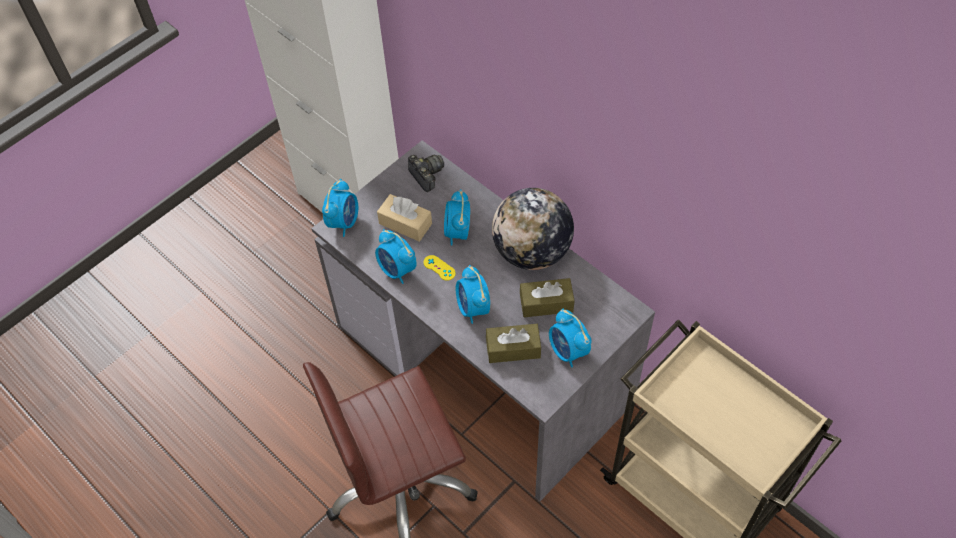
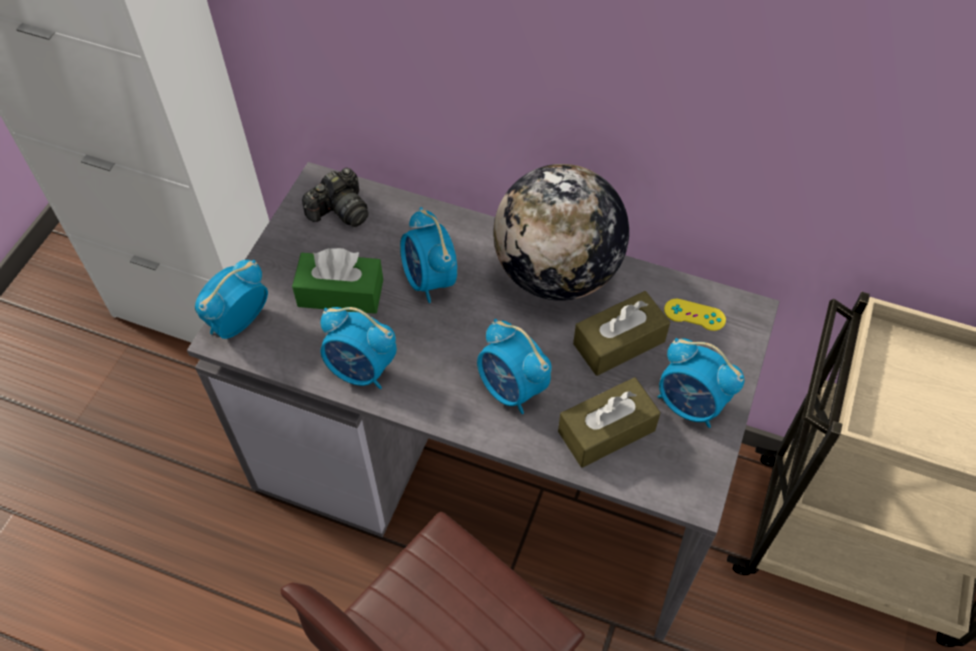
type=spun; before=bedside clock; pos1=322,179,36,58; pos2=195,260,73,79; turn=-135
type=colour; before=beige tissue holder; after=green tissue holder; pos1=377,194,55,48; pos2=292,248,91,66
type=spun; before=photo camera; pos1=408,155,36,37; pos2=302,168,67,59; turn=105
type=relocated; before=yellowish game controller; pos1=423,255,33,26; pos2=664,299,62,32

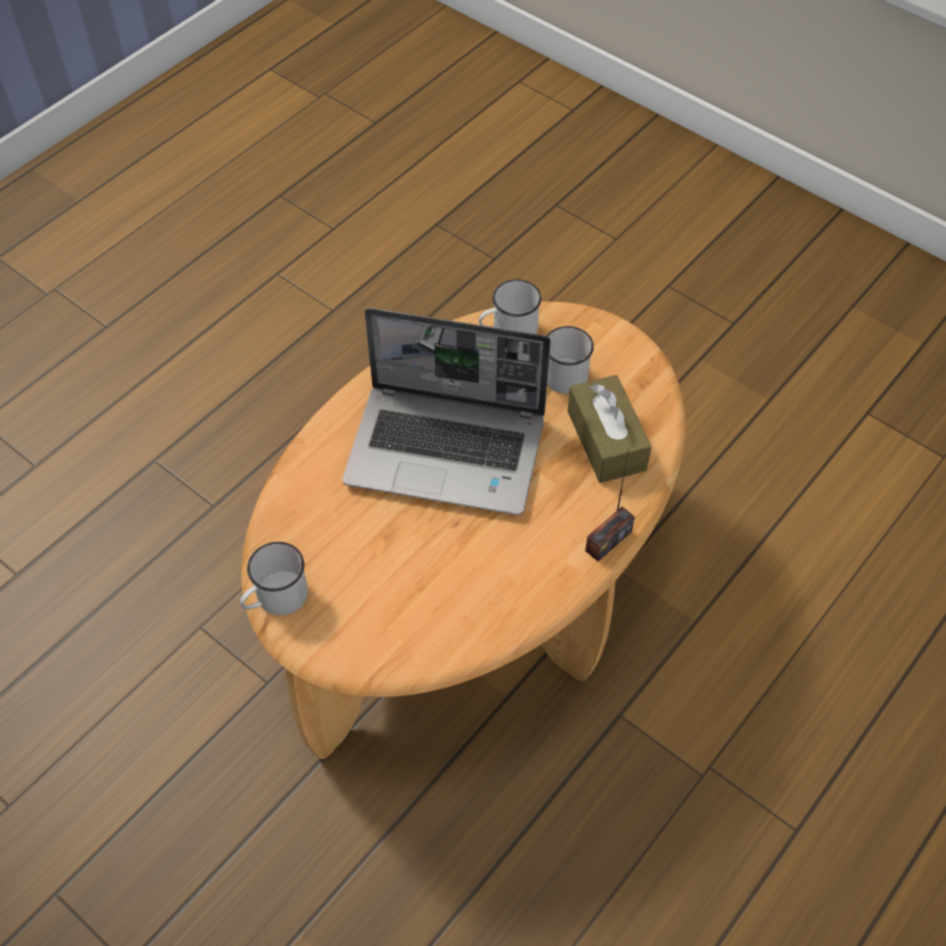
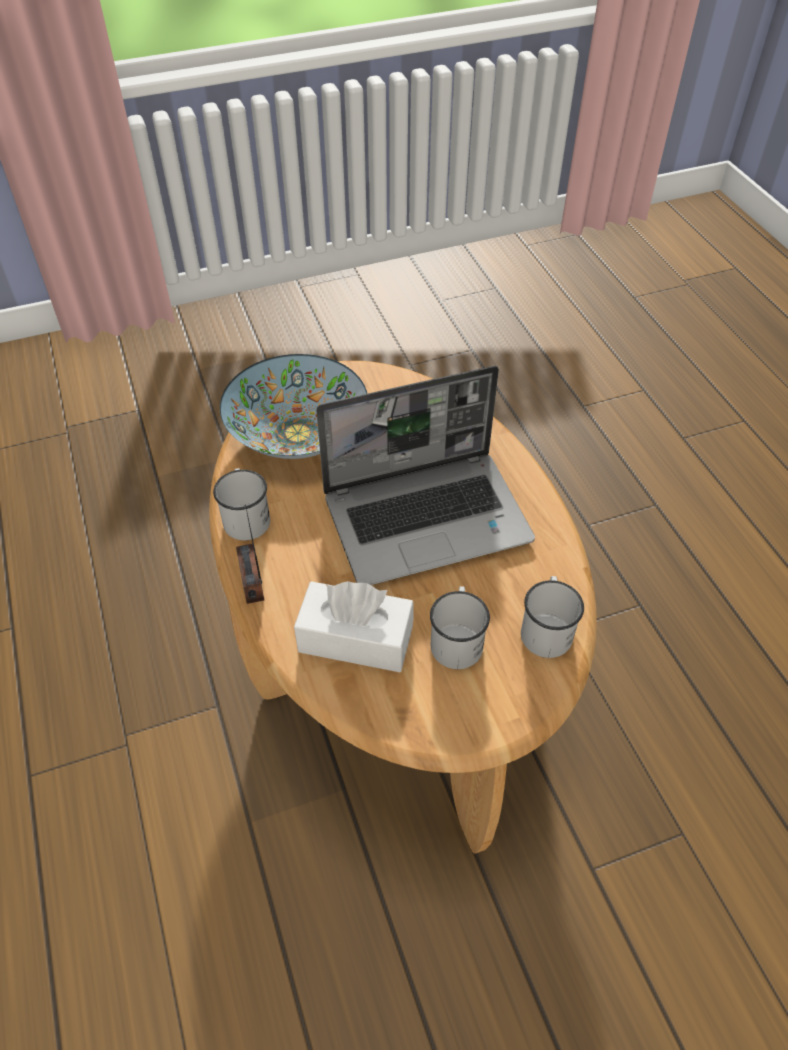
type=relocated; before=white-coloured tea mug; pos1=240,542,68,73; pos2=213,468,57,73
type=spun; before=portable computer; pos1=343,308,208,207; pos2=316,366,219,219; turn=-150
type=colour; before=brown tissue holder; after=white-coloured tissue holder; pos1=568,375,84,108; pos2=294,581,120,91
type=appeared; after=serving bowl; pos2=220,354,147,105

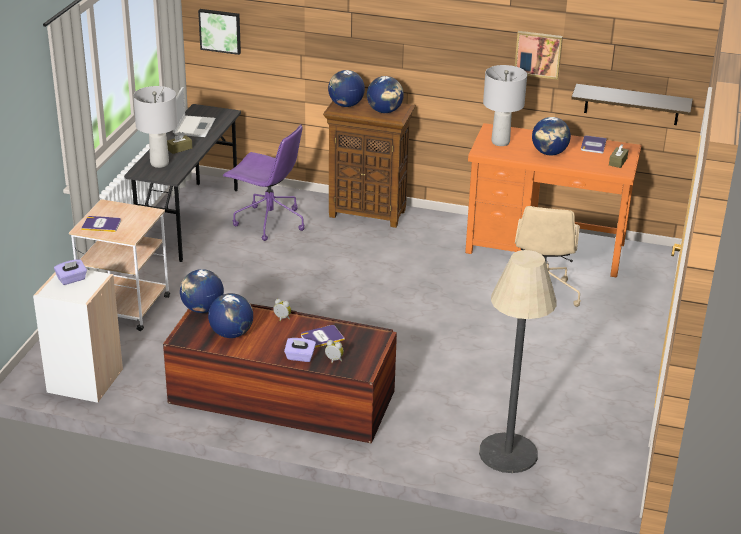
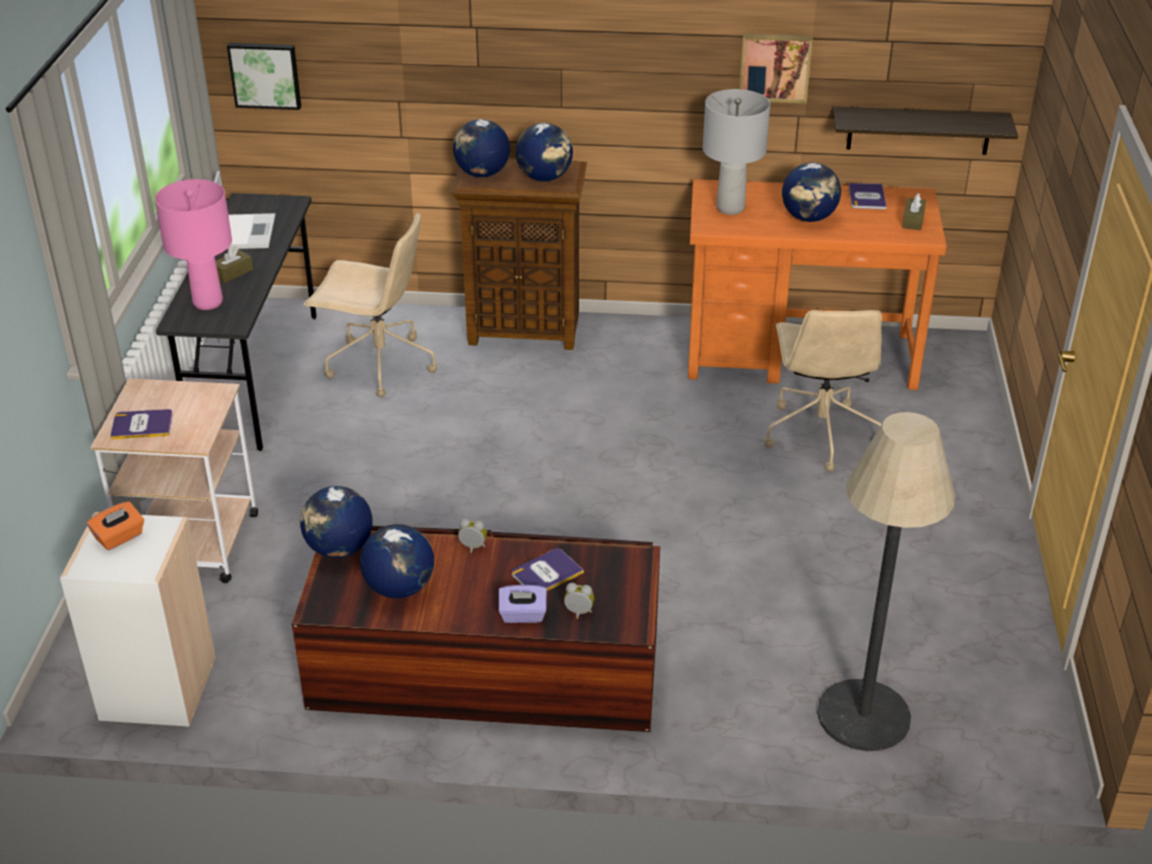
type=colour; before=purplish tissue holder; after=orange tissue holder; pos1=54,259,33,26; pos2=87,501,57,49
type=colour; before=greyish tabletop lamp; after=pinkish tabletop lamp; pos1=133,86,45,82; pos2=155,179,77,131
type=colour; before=purplish office chair; after=beige office chair; pos1=223,125,82,116; pos2=303,212,134,186

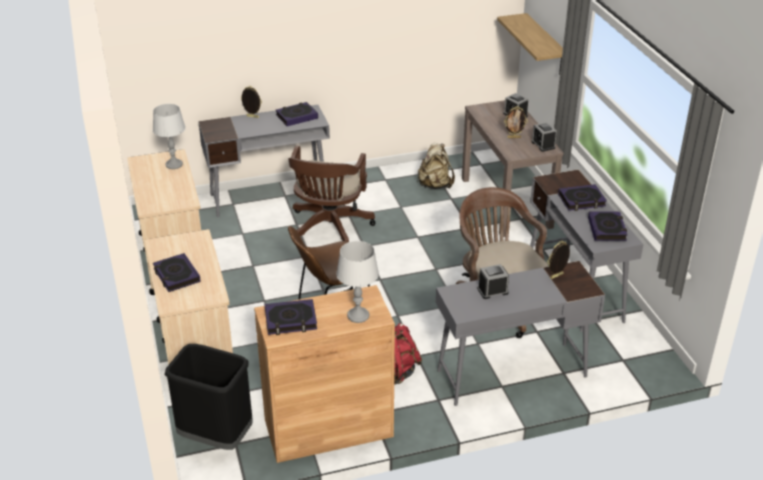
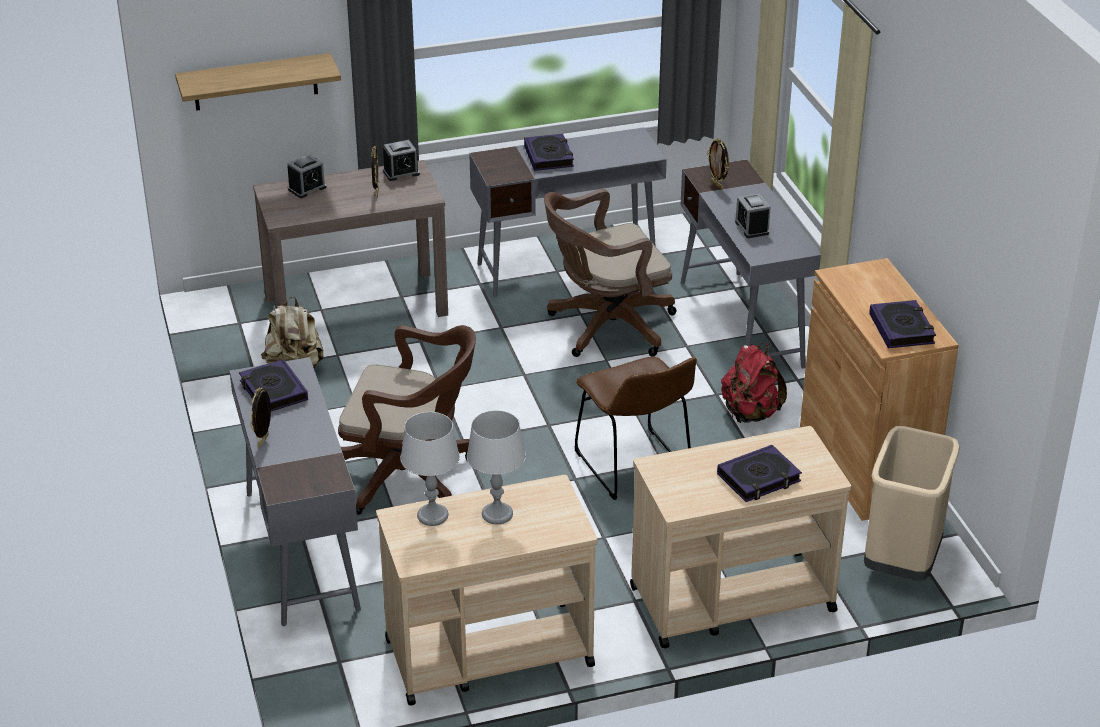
type=colour; before=black-coloured waste bin; after=beige waste bin; pos1=165,344,88,106; pos2=864,426,96,155
type=relocated; before=greyish tabletop lamp; pos1=336,241,43,82; pos2=467,410,59,114
type=missing; before=book; pos1=588,212,40,29

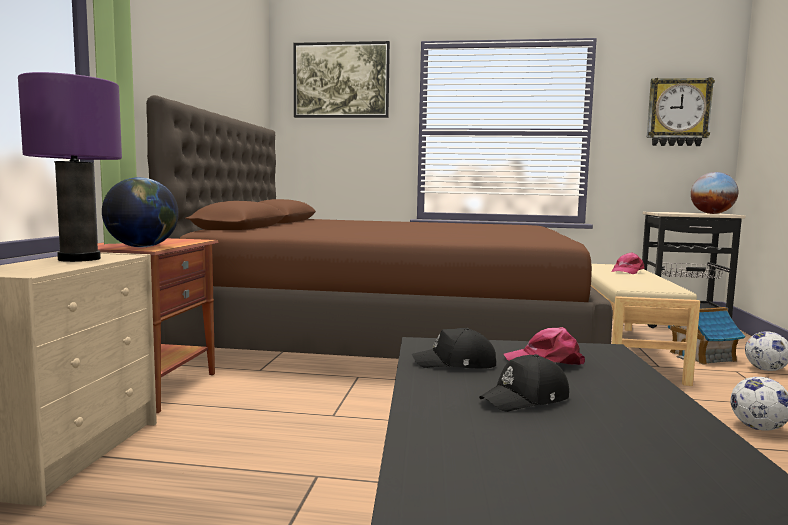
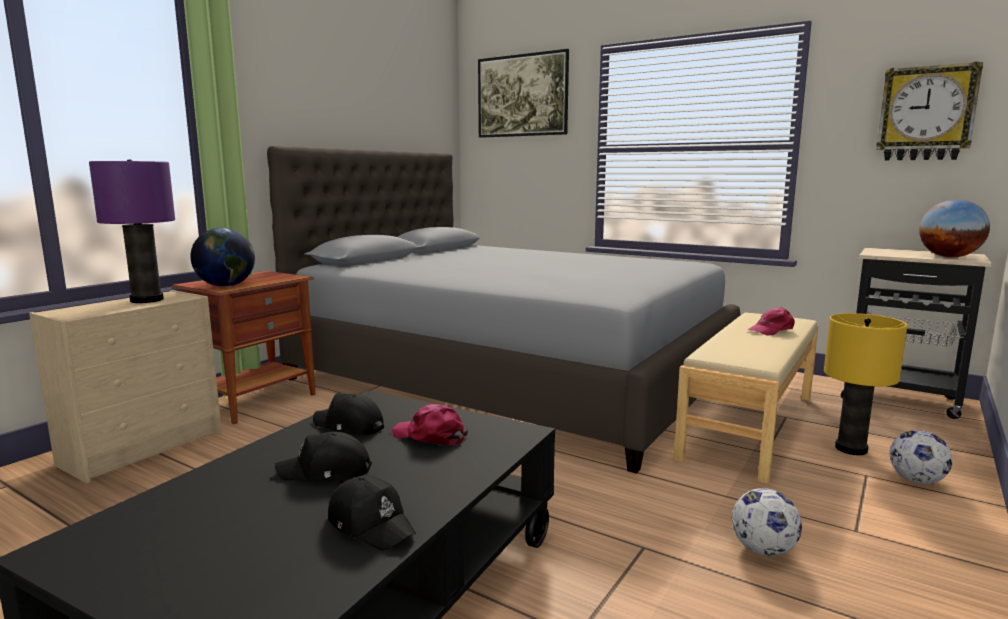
type=colour; before=brown bedroom bed; after=greyish bedroom bed; pos1=146,95,467,264; pos2=267,146,473,328
type=exchanged; before=model house; after=yellowish tabletop lamp; pos1=668,307,78,58; pos2=824,313,83,142
type=appeared; after=black-coloured cap; pos2=328,475,88,75

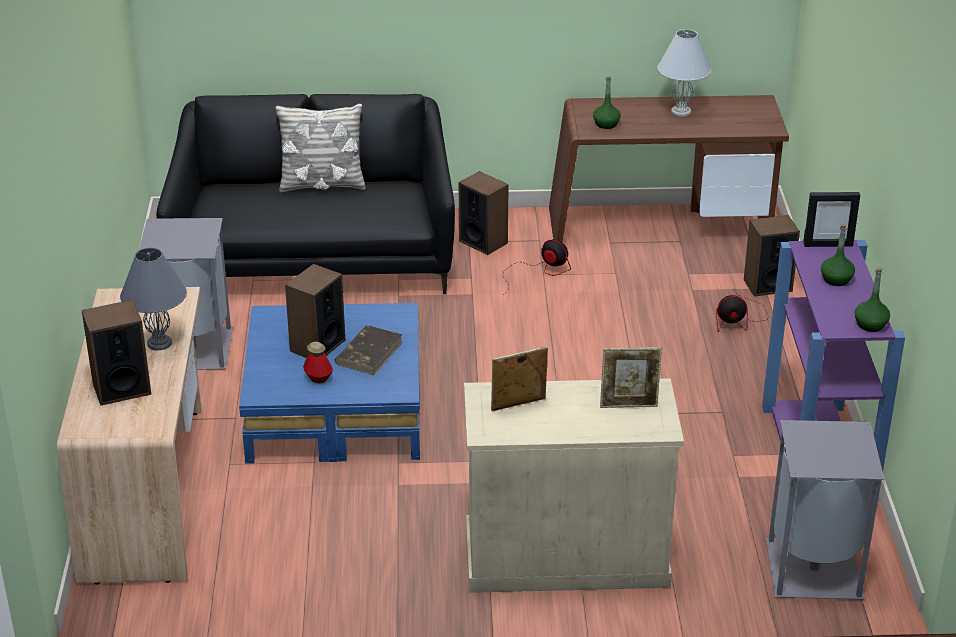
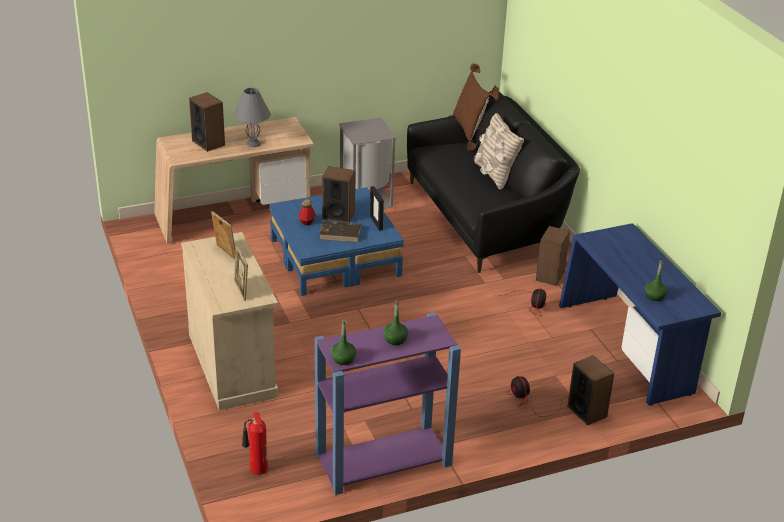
type=colour; before=brown desk unit; after=blue-coloured desk unit; pos1=549,95,240,147; pos2=559,223,162,183
type=relocated; before=green beverage bottle; pos1=593,76,28,53; pos2=645,261,23,40
type=missing; before=white-coloured tabletop lamp; pos1=658,29,53,88
type=exchanged; before=greyish waste bin; after=extinguisher; pos1=766,420,118,180; pos2=242,412,26,63
type=relocated; before=standing frame; pos1=803,192,57,55; pos2=370,186,14,45
type=appeared; after=brown cushion; pos2=448,63,51,89

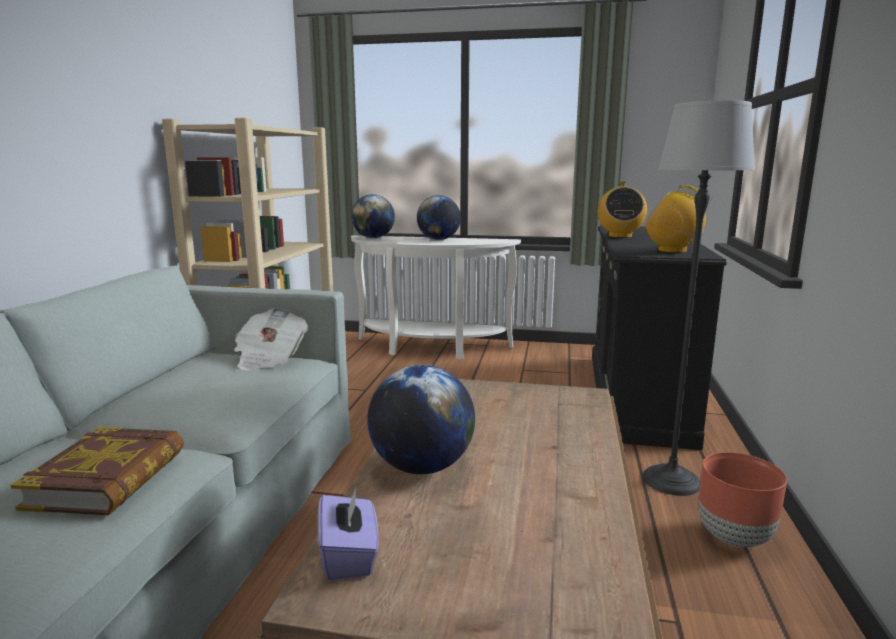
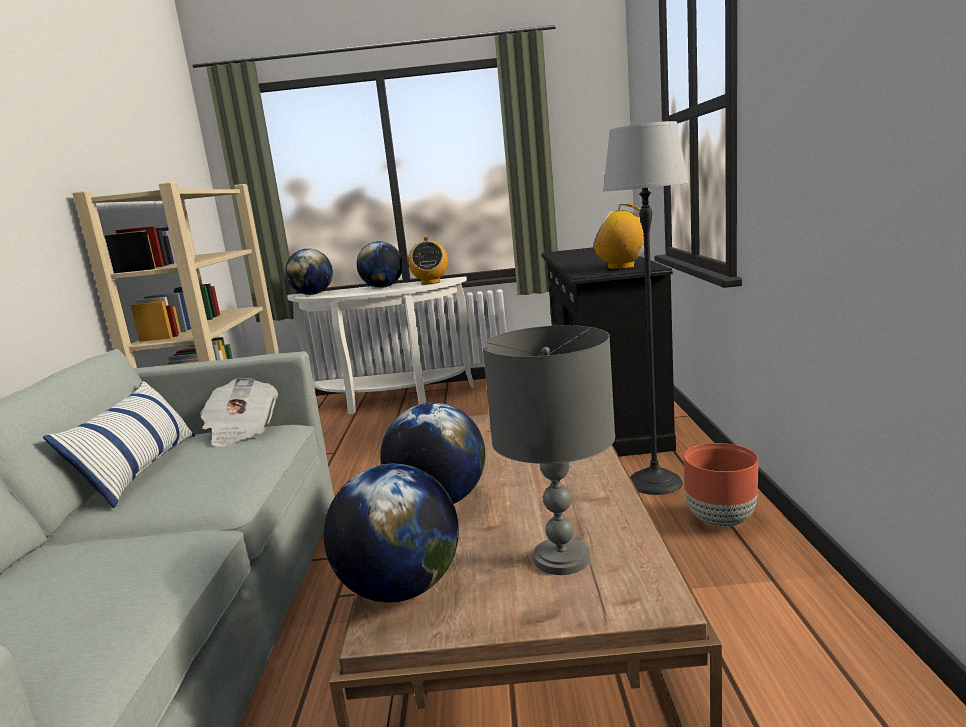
type=missing; before=book; pos1=11,427,173,88
type=exchanged; before=purplish tissue holder; after=globe; pos1=318,488,61,93; pos2=324,464,135,138
type=relocated; before=radio; pos1=598,181,49,57; pos2=408,236,40,48
type=appeared; after=cushion; pos2=43,380,152,128
type=appeared; after=greyish tabletop lamp; pos2=482,325,133,250

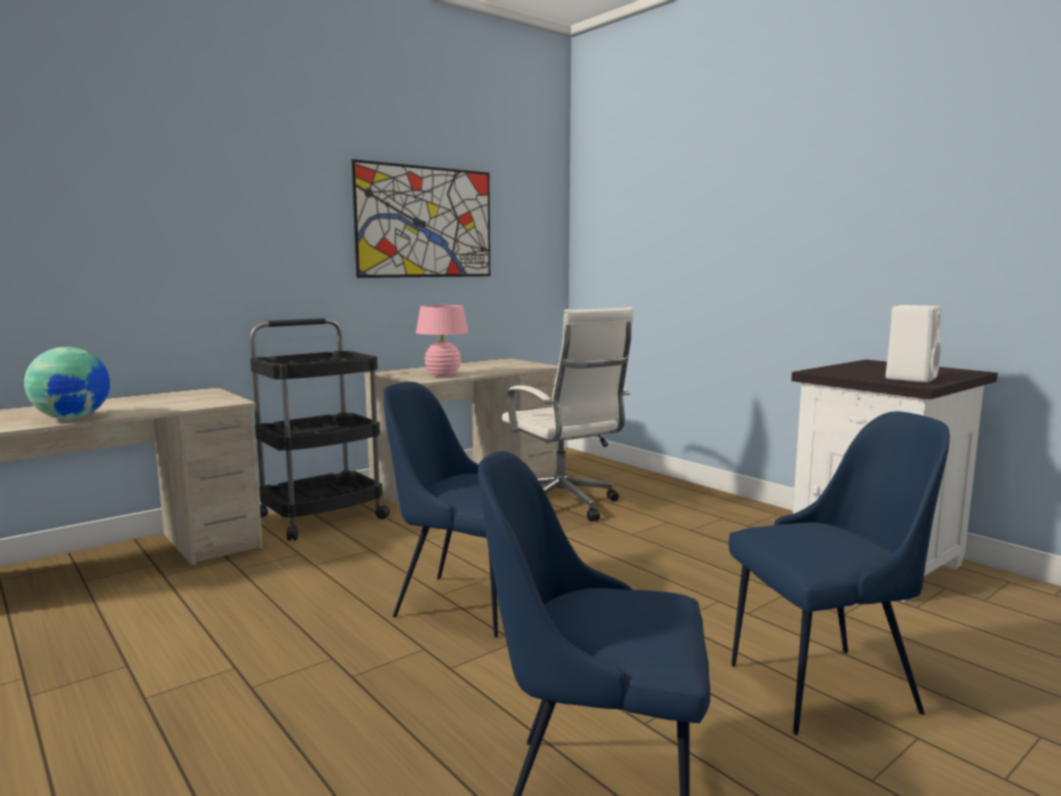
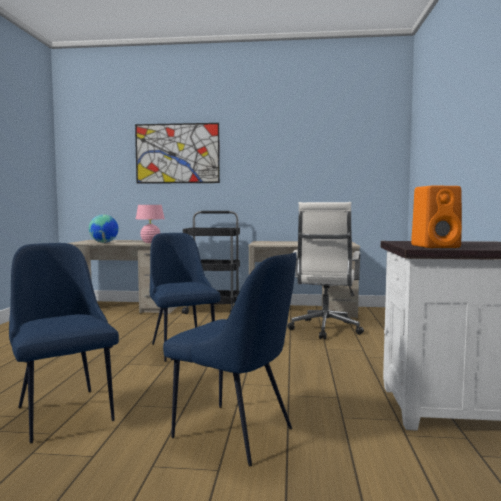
type=relocated; before=wall art; pos1=352,159,138,119; pos2=135,123,85,61
type=relocated; before=pinkish tabletop lamp; pos1=416,305,52,72; pos2=136,205,29,38
type=colour; before=white-coloured loudspeaker; after=orange loudspeaker; pos1=886,305,55,78; pos2=411,186,51,62

